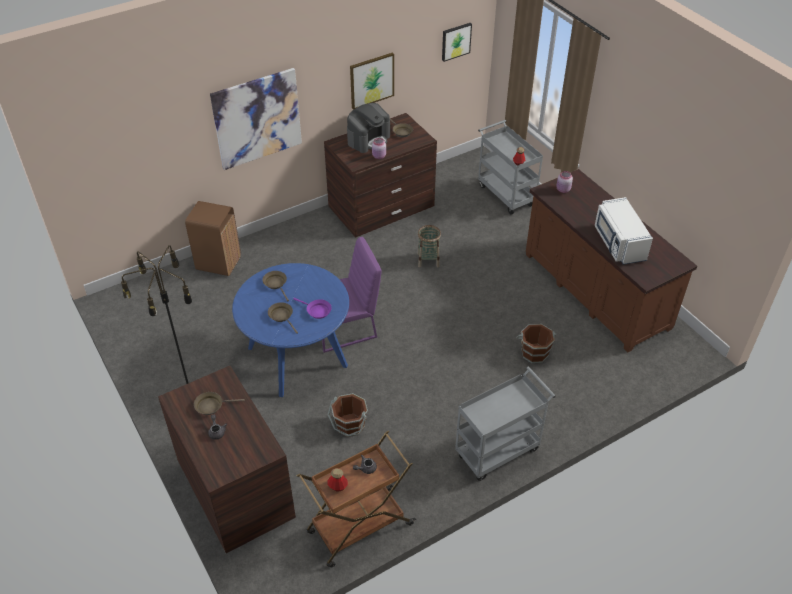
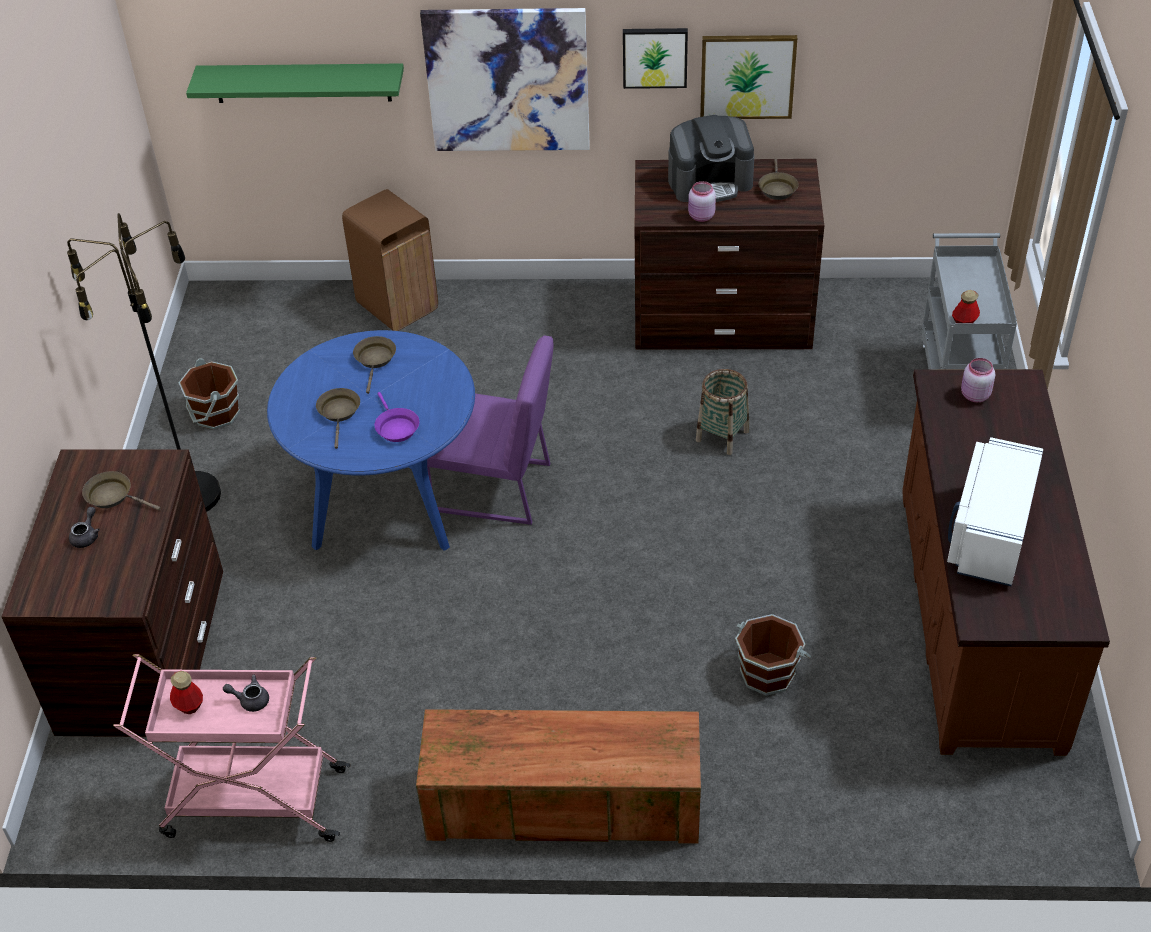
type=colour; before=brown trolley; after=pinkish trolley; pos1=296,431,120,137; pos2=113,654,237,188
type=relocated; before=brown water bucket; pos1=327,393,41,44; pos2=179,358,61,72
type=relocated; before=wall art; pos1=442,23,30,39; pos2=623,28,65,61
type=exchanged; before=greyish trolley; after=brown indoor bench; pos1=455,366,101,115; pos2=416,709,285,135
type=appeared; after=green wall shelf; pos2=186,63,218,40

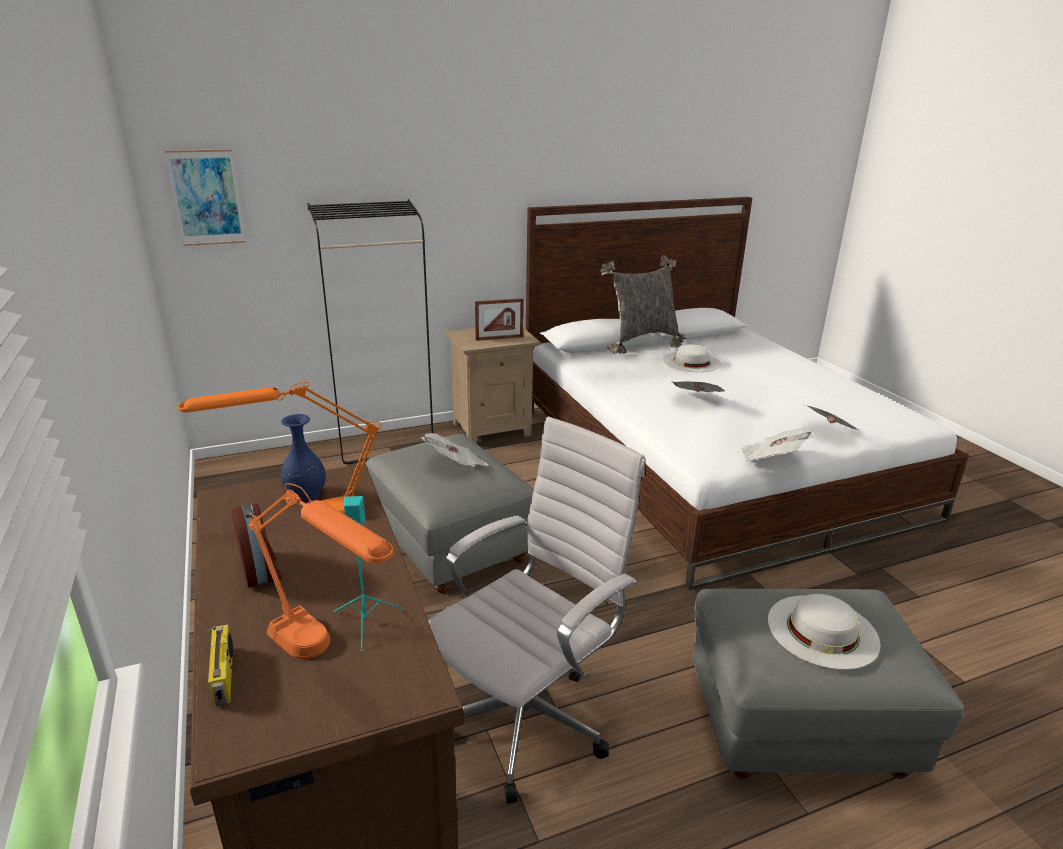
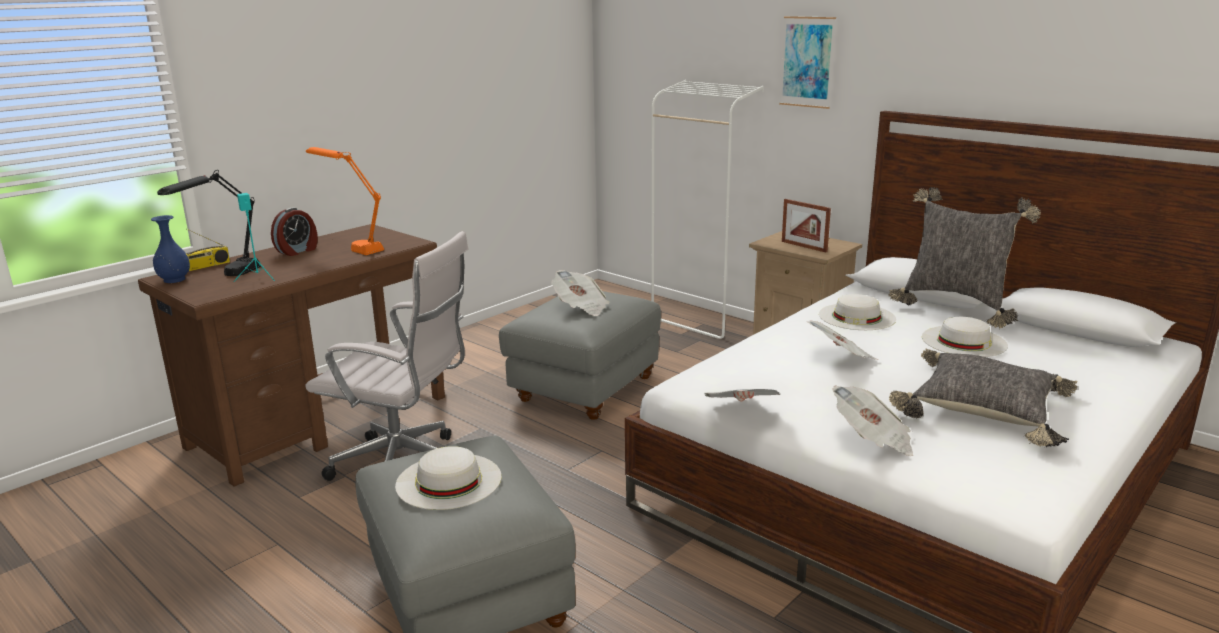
type=relocated; before=wall art; pos1=165,149,81,97; pos2=779,16,57,93
type=colour; before=orange tabletop lamp; after=black-coloured tabletop lamp; pos1=248,483,146,176; pos2=157,170,104,106
type=relocated; before=blue-coloured flower vase; pos1=281,414,45,88; pos2=151,215,39,68
type=colour; before=black-coloured garment stand; after=white-coloured garment stand; pos1=308,199,125,265; pos2=651,80,113,259
type=appeared; after=white-coloured clothing hat; pos2=819,294,77,36
type=appeared; after=cushion; pos2=889,349,189,98

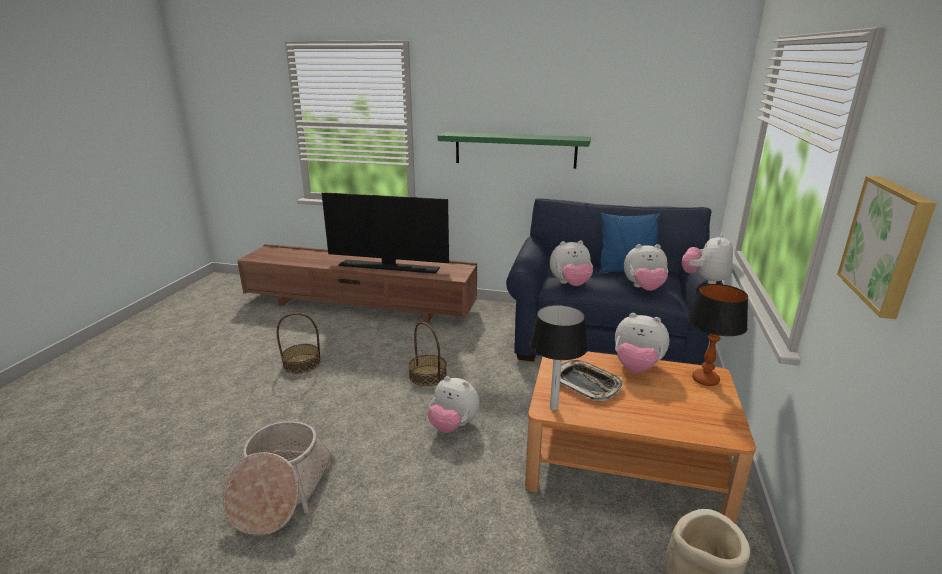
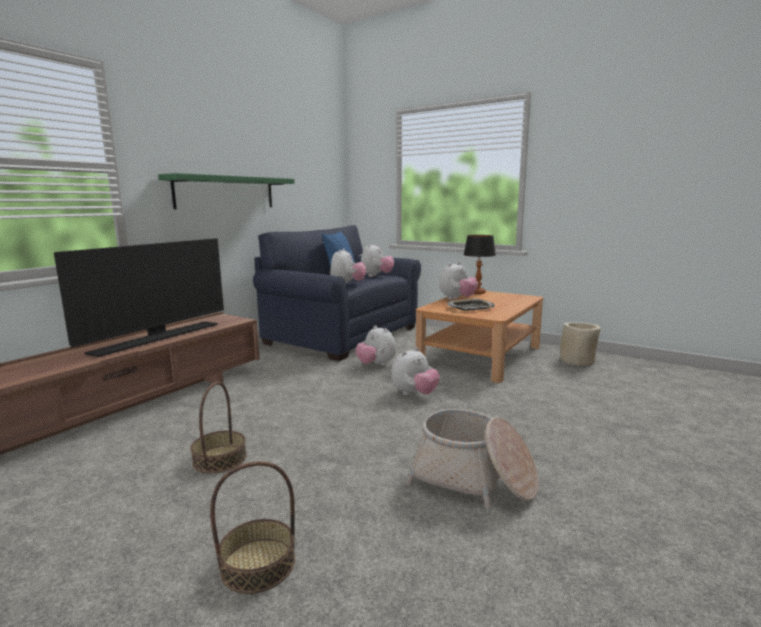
type=relocated; before=household basket; pos1=409,322,38,64; pos2=210,461,85,133
type=missing; before=tabletop lamp; pos1=530,305,58,106
type=relocated; before=plush toy; pos1=682,234,51,50; pos2=356,325,40,41
type=missing; before=wall art; pos1=837,176,100,143

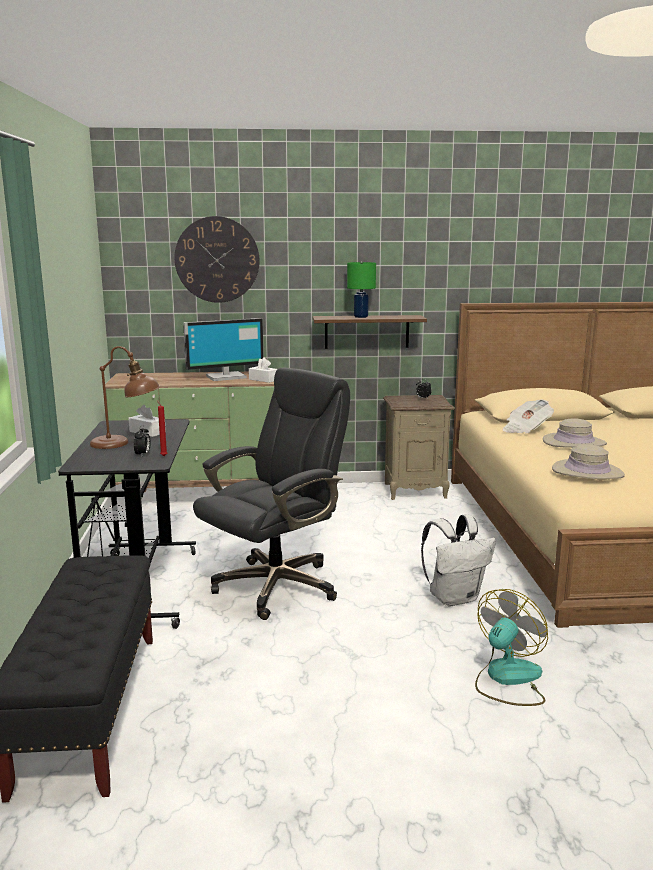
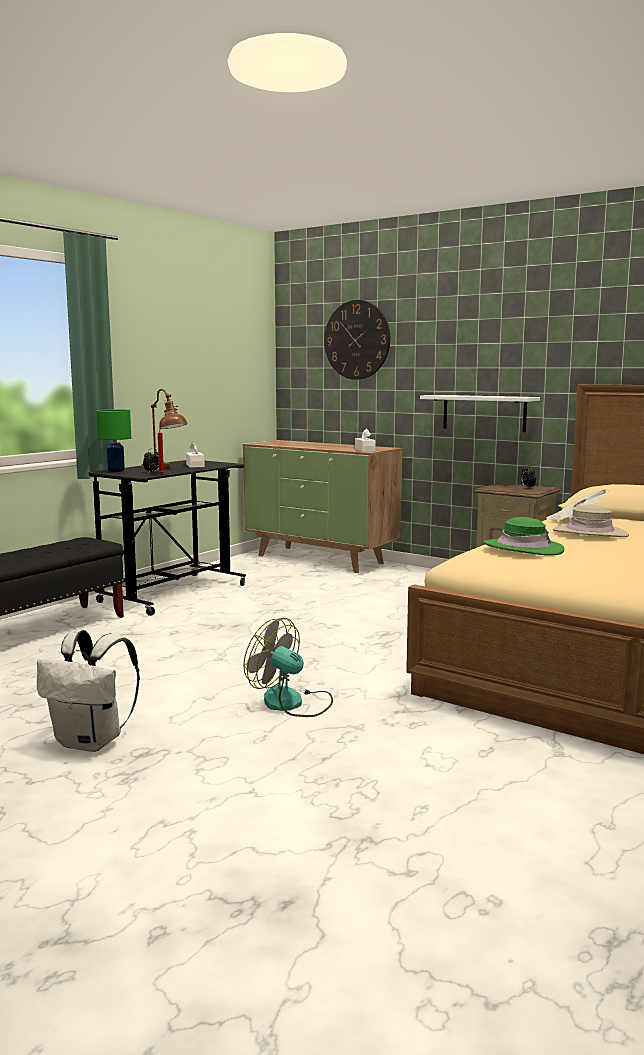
type=missing; before=computer screen; pos1=183,318,81,63
type=missing; before=black-coloured office chair; pos1=193,368,157,252
type=colour; before=brown wall shelf; after=white-coloured wall shelf; pos1=313,315,114,34; pos2=420,395,120,37
type=relocated; before=green tabletop lamp; pos1=347,262,29,56; pos2=96,409,35,63
type=relocated; before=white-coloured rucksack; pos1=421,514,75,93; pos2=37,630,103,122
type=spun; before=cooling fan; pos1=475,589,73,117; pos2=243,618,90,99; turn=-135
type=colour; before=beige clothing hat; after=green clothing hat; pos1=552,444,73,35; pos2=483,517,81,39

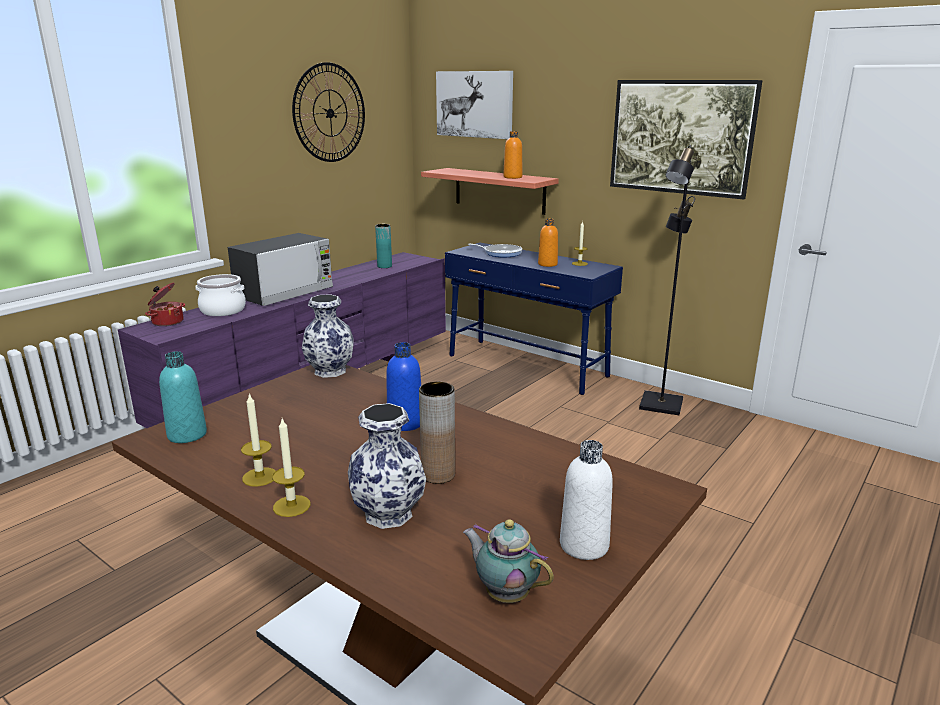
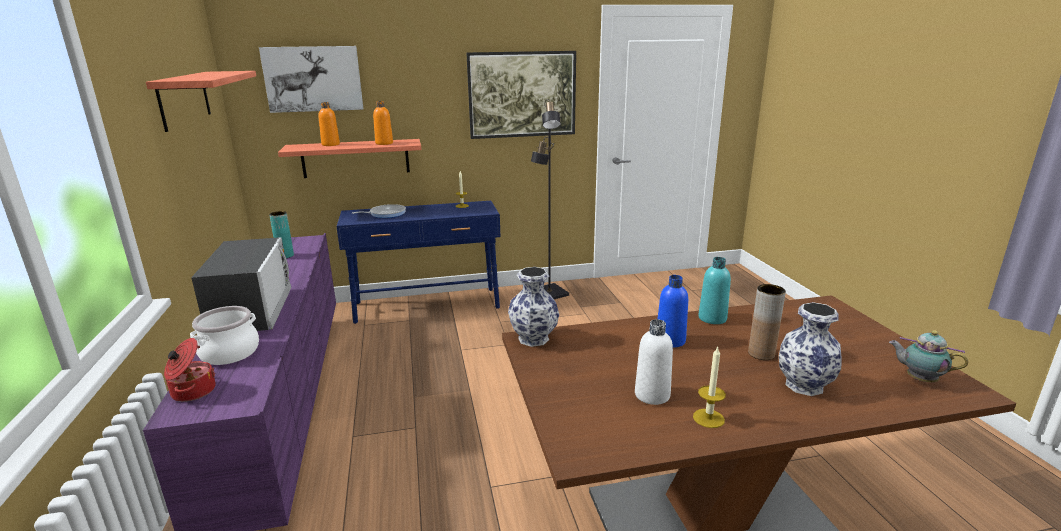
type=relocated; before=turquoise-coloured beverage bottle; pos1=159,351,48,92; pos2=698,257,33,67
type=missing; before=candle; pos1=272,419,39,98
type=exchanged; before=clock on the wall; after=wall shelf; pos1=292,62,73,100; pos2=146,71,110,61
type=spun; before=teapot; pos1=463,519,91,84; pos2=889,330,79,52; turn=45
type=relocated; before=orange beverage bottle; pos1=538,219,20,48; pos2=319,102,21,44
type=relocated; before=white-coloured beverage bottle; pos1=560,440,53,120; pos2=635,319,38,86

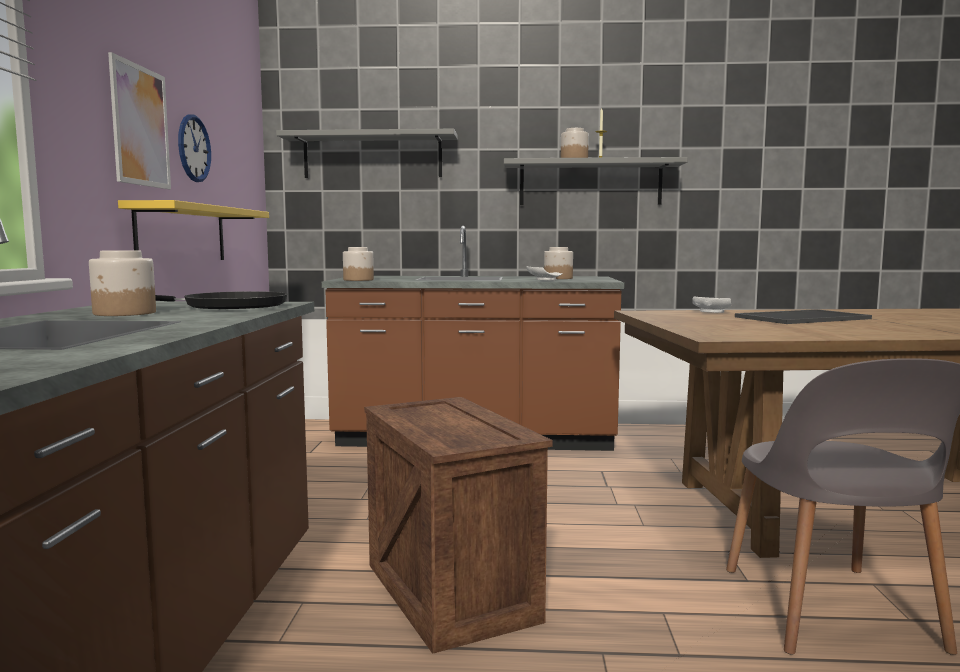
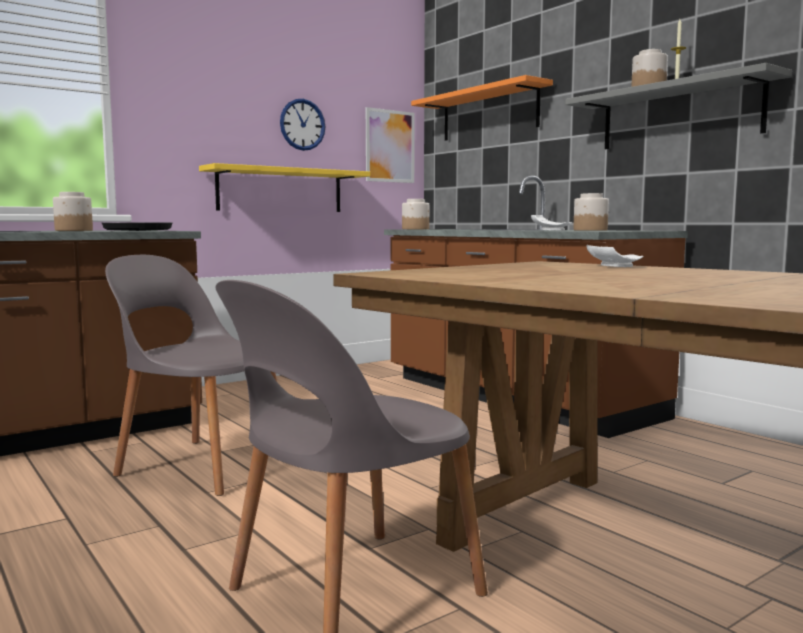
type=relocated; before=wall art; pos1=108,52,63,137; pos2=366,107,49,76
type=colour; before=greyish wall shelf; after=orange wall shelf; pos1=276,129,182,49; pos2=411,75,142,66
type=exchanged; before=crate; after=greyish plain chair; pos1=364,397,189,257; pos2=105,255,172,241
type=missing; before=tray; pos1=735,309,137,15

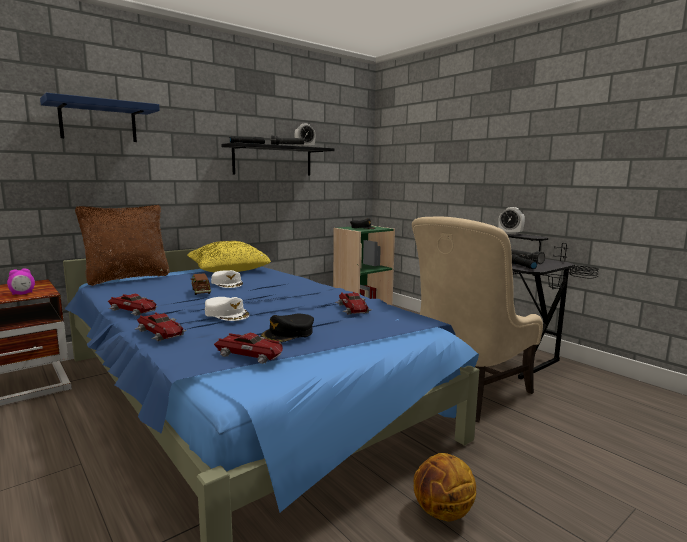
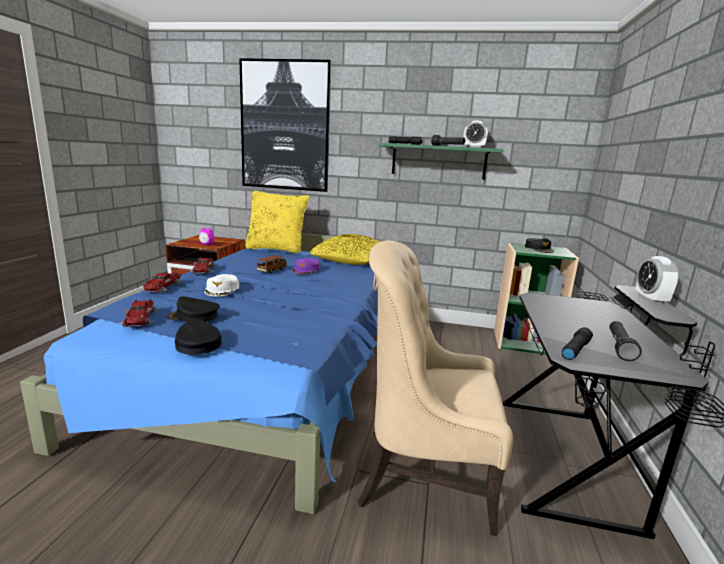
type=exchanged; before=blue-coloured wall shelf; after=wall art; pos1=40,93,120,49; pos2=239,58,93,134
type=colour; before=brown cushion; after=yellowish cushion; pos1=75,205,94,80; pos2=246,191,64,63
type=colour; before=white-coloured cap; after=purplish cap; pos1=211,270,32,18; pos2=292,258,28,17
type=colour; before=black-coloured wall shelf; after=green wall shelf; pos1=221,142,114,33; pos2=378,143,125,37
type=missing; before=miniature car; pos1=335,292,37,22
type=missing; before=ball for basketball; pos1=414,453,62,69
type=appeared; after=black-coloured cap; pos2=175,318,46,37

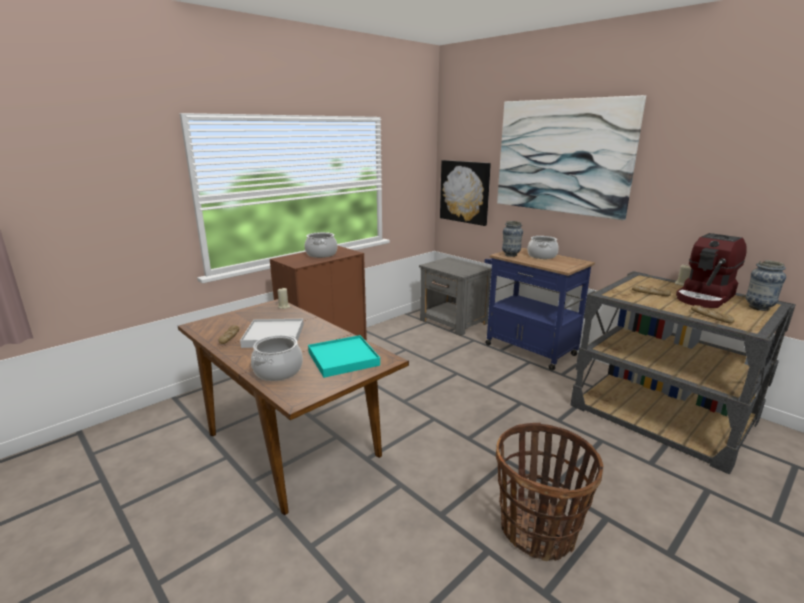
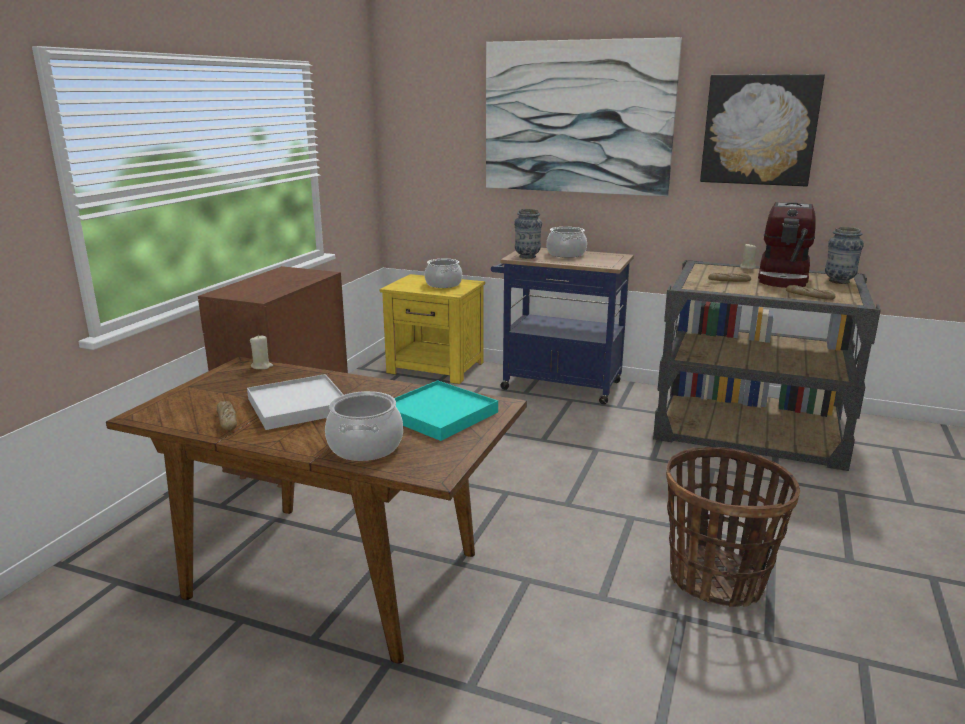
type=relocated; before=cooking pot; pos1=305,232,32,26; pos2=425,259,37,29
type=colour; before=greyish nightstand; after=yellowish nightstand; pos1=419,257,73,79; pos2=380,274,105,110
type=relocated; before=wall art; pos1=440,160,51,66; pos2=700,74,125,113

